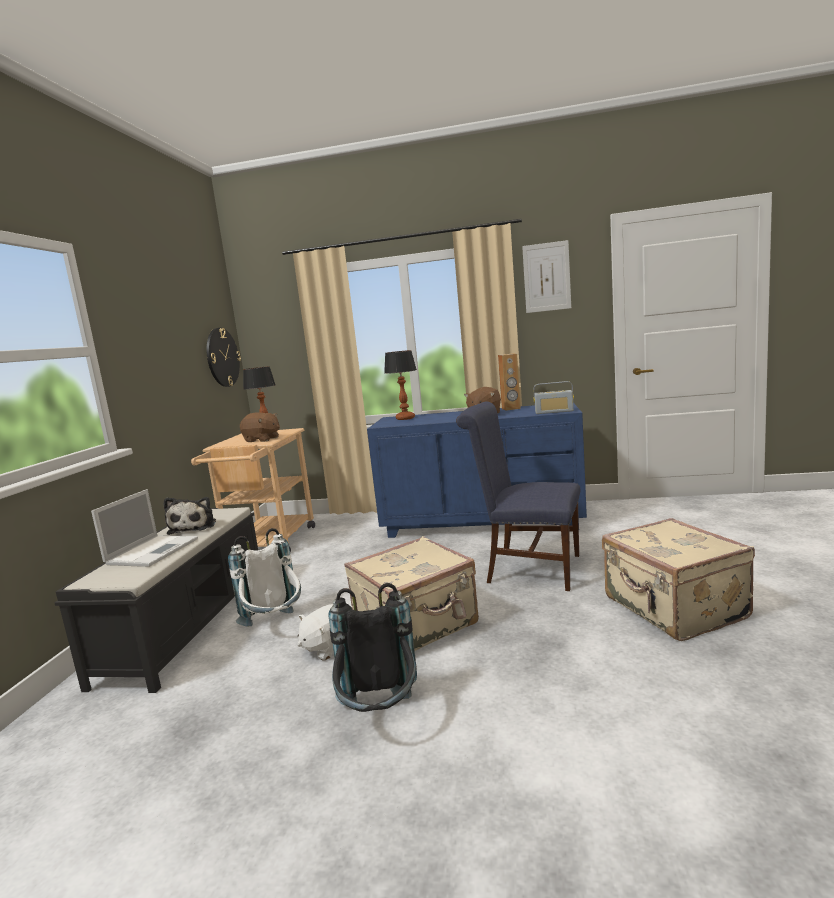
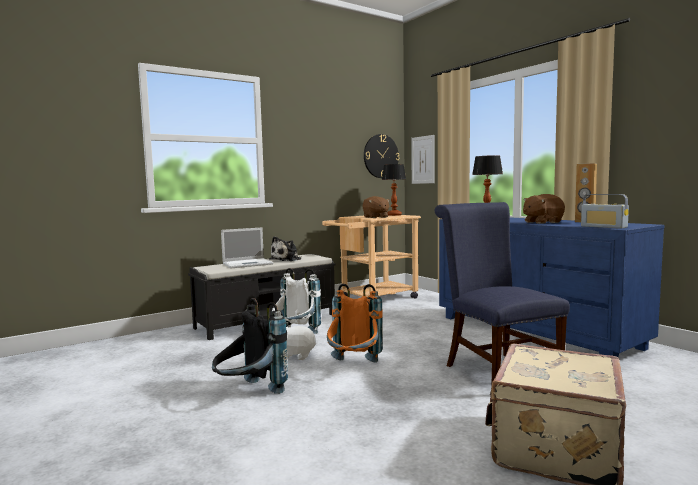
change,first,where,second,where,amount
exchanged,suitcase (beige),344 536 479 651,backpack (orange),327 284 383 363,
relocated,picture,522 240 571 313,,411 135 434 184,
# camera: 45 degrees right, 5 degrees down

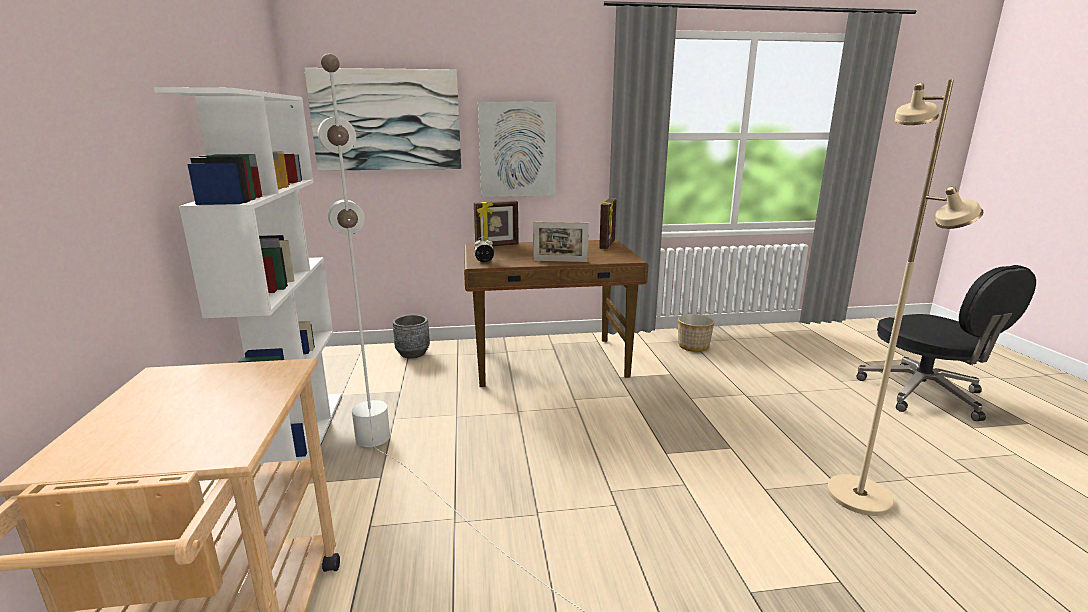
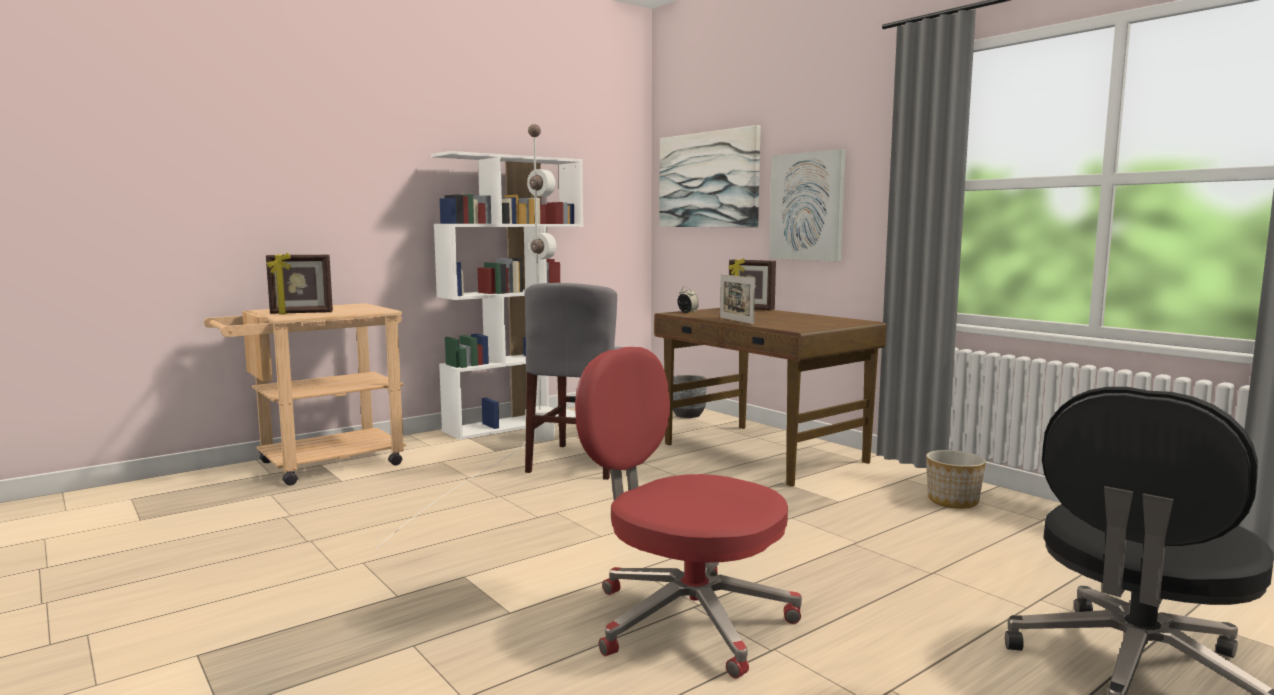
change,first,where,second,where,amount
relocated,picture frame,599 199 616 249,,266 253 333 314,
appeared,,,chair (grey),525 283 624 480,
exchanged,floor lamp (beige),827 79 983 516,office chair (red),575 347 802 679,
# camera: 60 degrees right, 10 degrees down

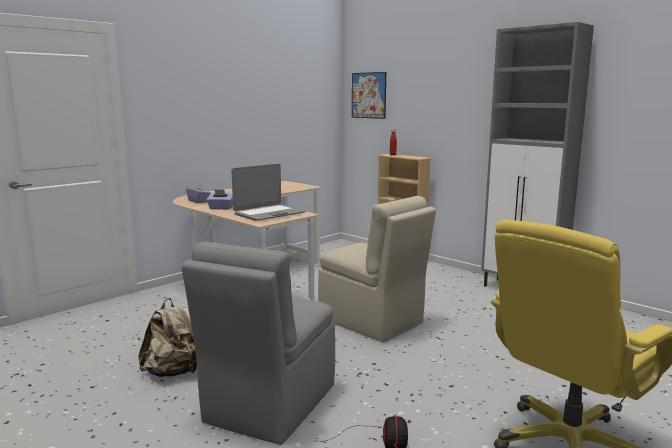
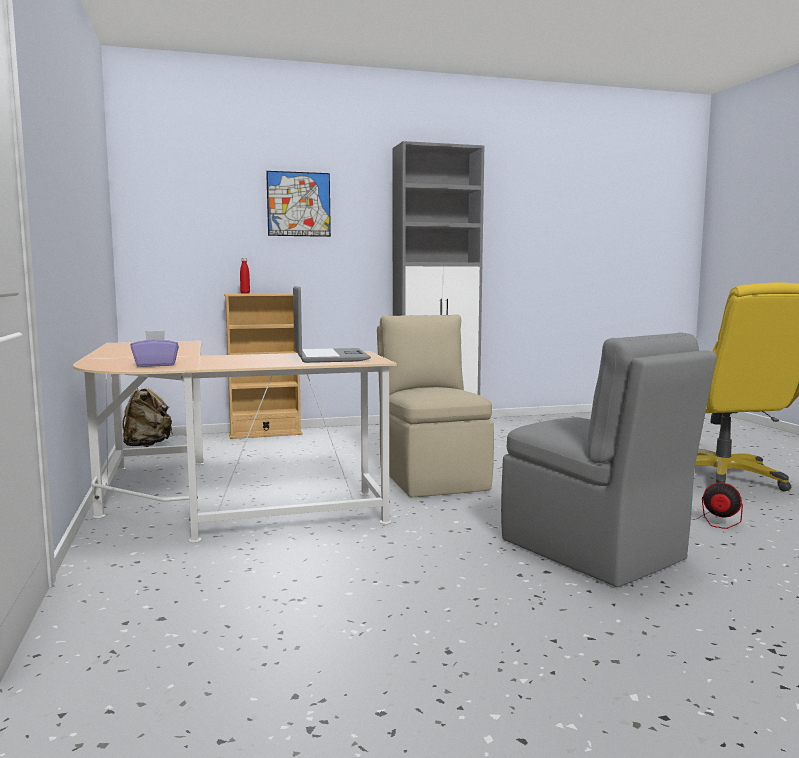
change,first,where,second,where,amount
relocated,backpack (beige),138 298 197 377,,122 388 173 447,
relocated,picture,352 72 386 119,,266 171 331 237,
spun,chair (beige),318 196 436 342,,377 315 494 497,90 degrees counterclockwise
missing,tissue box (purple),206 189 233 209,,,
# camera: 60 degrees left, 5 degrees down

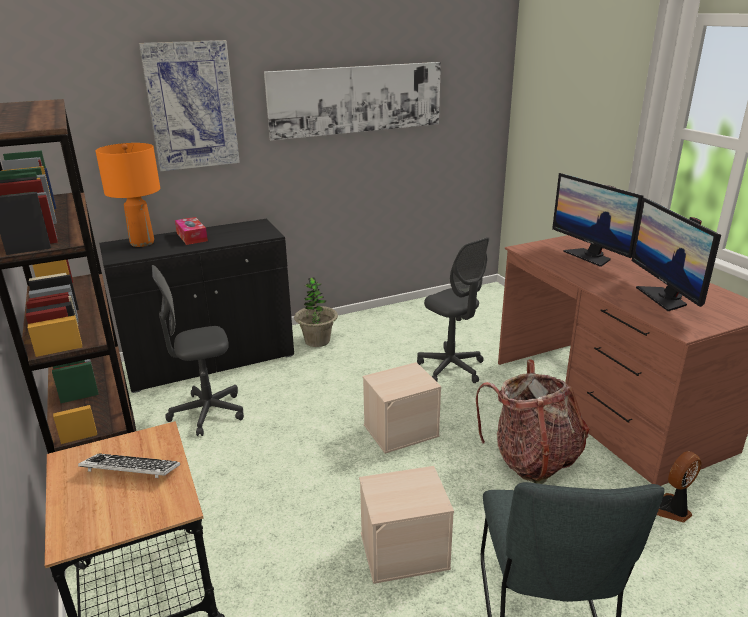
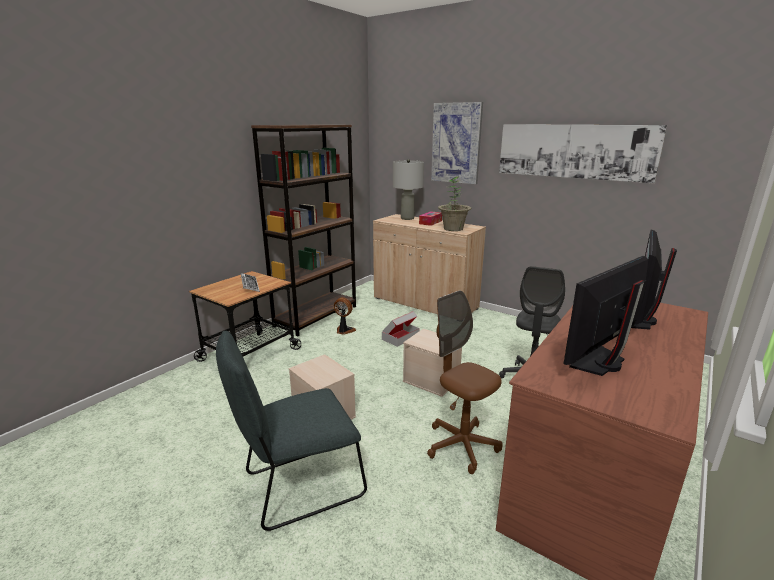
change,first,where,second,where,amount
relocated,fan,657 451 701 522,,334 297 356 335,
colour,cabinet (black),99 219 294 393,cabinet (beige),373 214 486 314,
appeared,,,cardboard box,382 311 420 347,
colour,table lamp (orange),96 143 160 247,table lamp (grey),393 159 424 220,
exchanged,backpack,476 359 590 484,office chair (brown),427 290 503 474,
relocated,potted plant,294 277 338 347,,438 176 471 231,
missing,office chair (grey),152 265 244 436,,,
# camera: 60 degrees right, 5 degrees down

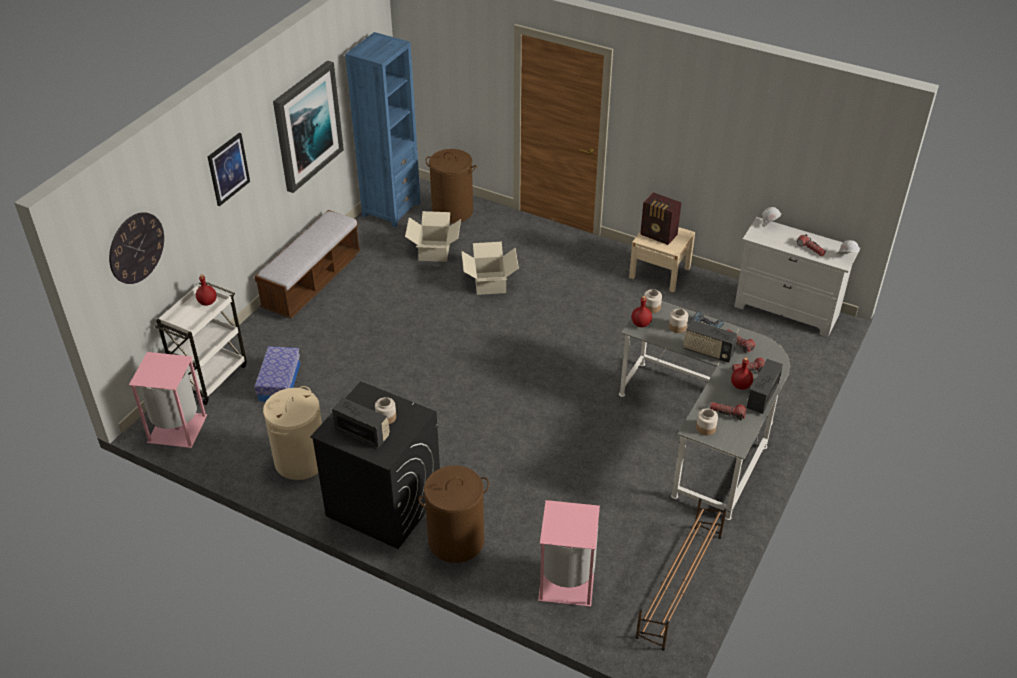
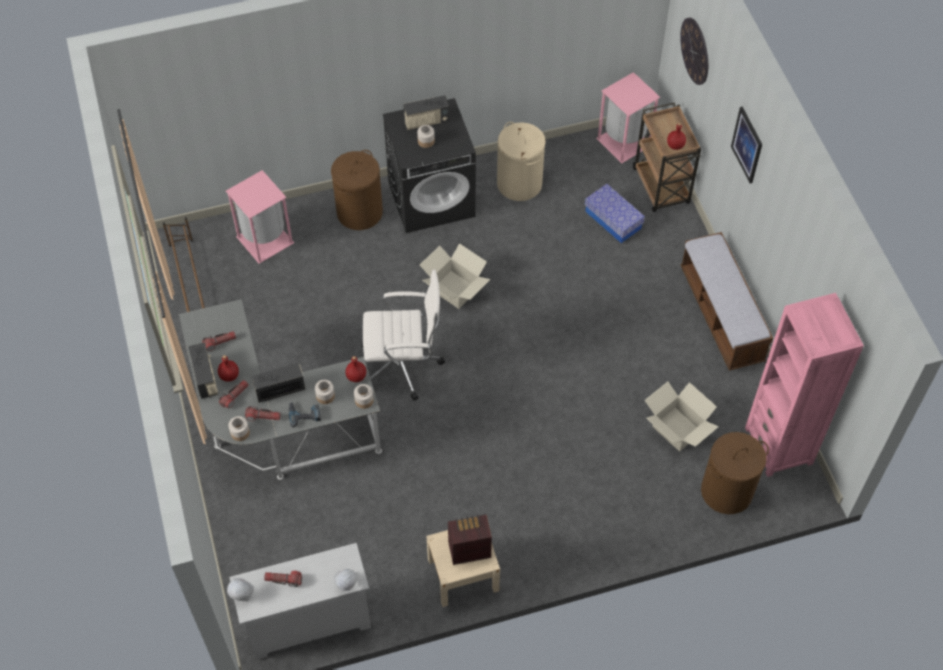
change,first,where,second,where,amount
relocated,jar,696 409 718 435,,228 416 250 441,
appeared,,,office chair (white),362 269 445 401,
relocated,cardboard box,461 242 519 295,,420 243 490 309,
colour,cart (white),155 282 247 405,cart (brown),633 102 701 212,
colour,bookcase (blue),345 32 421 227,bookcase (pink),745 293 864 477,
missing,picture,273 60 344 193,,,
# camera: 135 degrees right, 15 degrees up

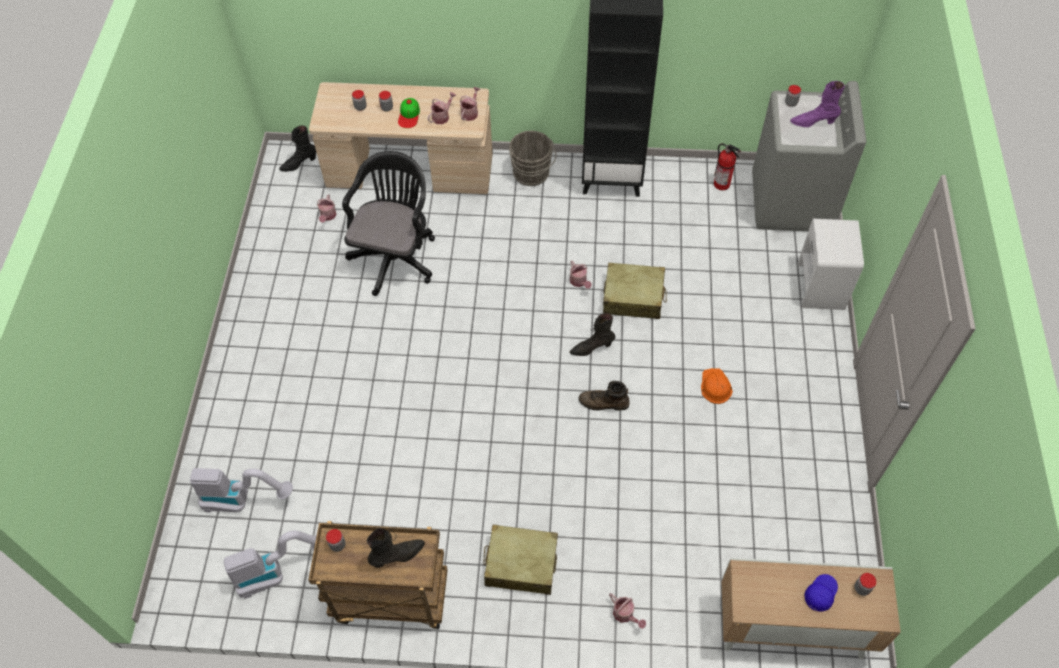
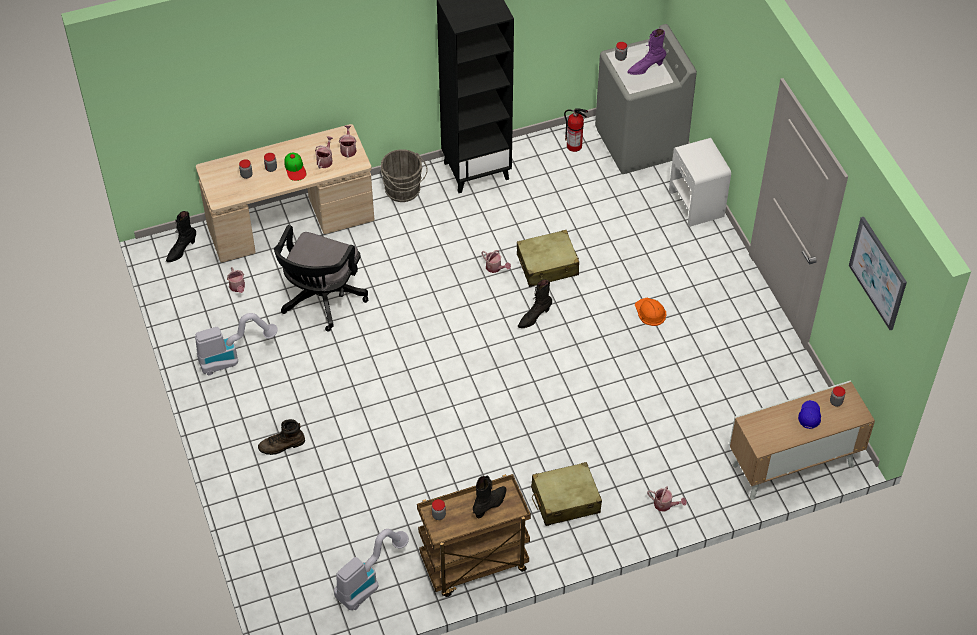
change,first,where,second,where,amount
relocated,vacuum cleaner,190 468 293 513,,195 313 278 375,
relocated,boot (brown),579 381 630 411,,258 419 305 455,
spun,office chair (black),342 151 435 296,,274 225 368 332,150 degrees counterclockwise
appeared,,,picture,849 217 907 330,
# camera: 25 degrees left, 5 degrees down

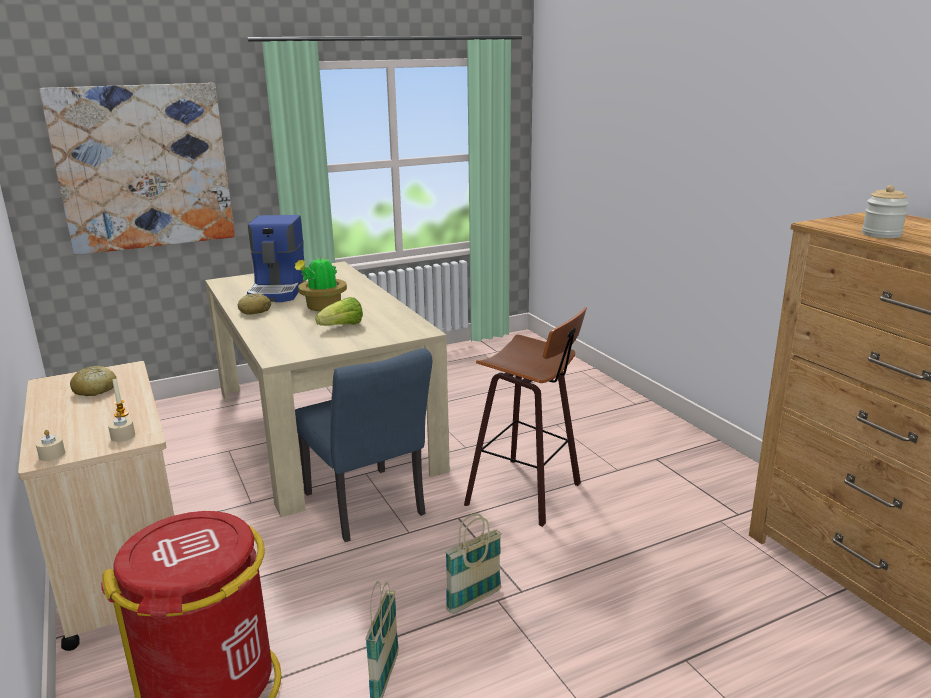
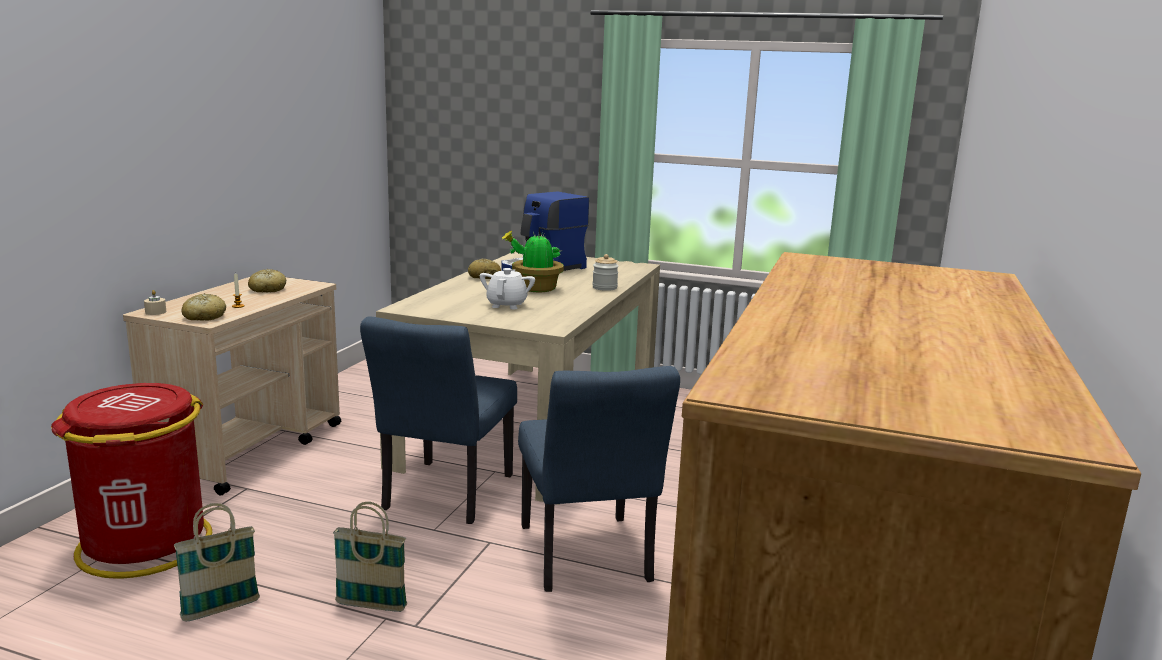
change,first,where,second,where,amount
exchanged,candle (beige),108 412 135 442,bread,182 293 226 321,
exchanged,lettuce,315 297 363 326,teapot (white),480 268 535 309,
exchanged,stool,464 307 587 527,chair (blue),518 366 680 592,
relocated,jar,862 185 909 238,,592 254 619 291,
missing,picture,39 83 235 255,,,
# camera: 45 degrees right, 5 degrees down

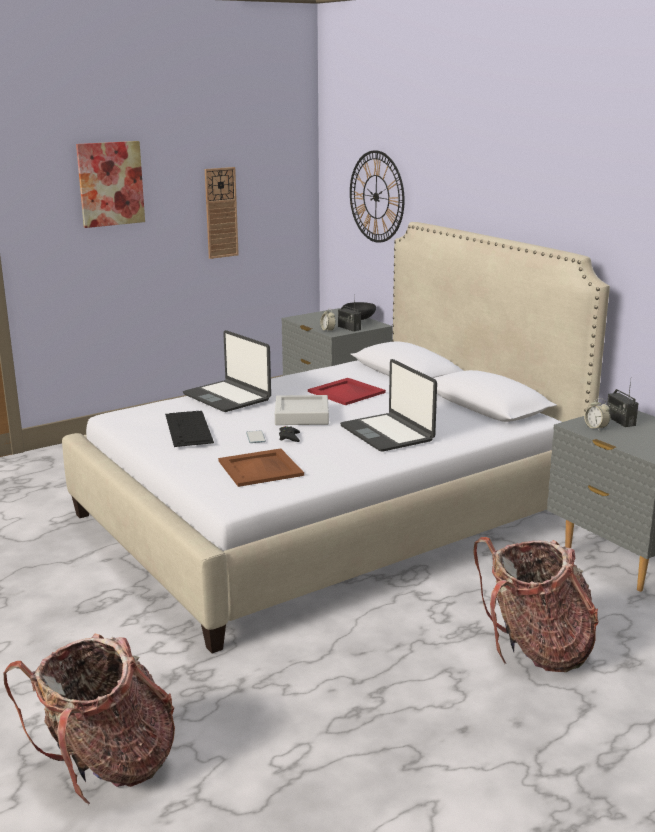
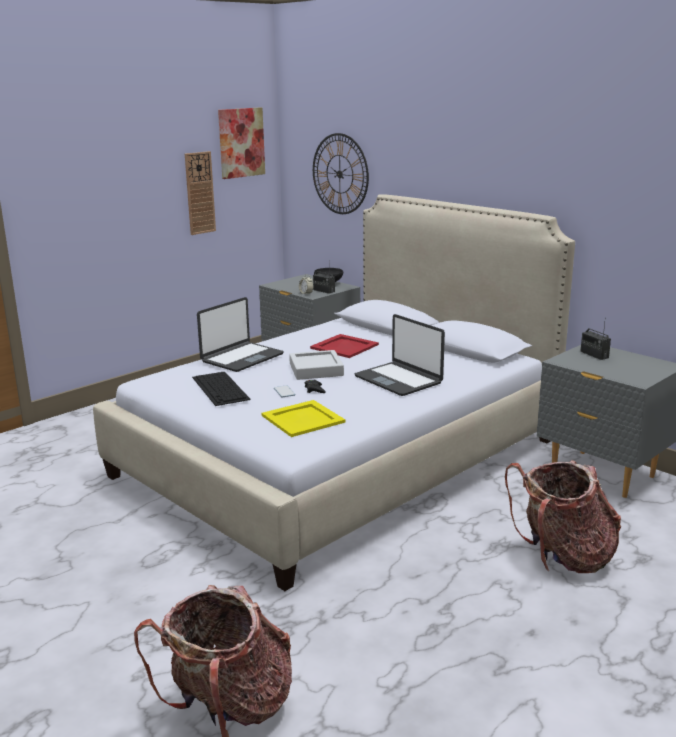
change,first,where,second,where,amount
spun,laptop,183 330 271 412,,197 297 284 372,90 degrees counterclockwise
relocated,picture,76 141 145 228,,218 107 265 179,
colour,tray (brown),218 448 304 487,tray (yellow),262 400 345 437,
missing,alarm clock,584 398 610 431,,,
# camera: 10 degrees left, 0 degrees up

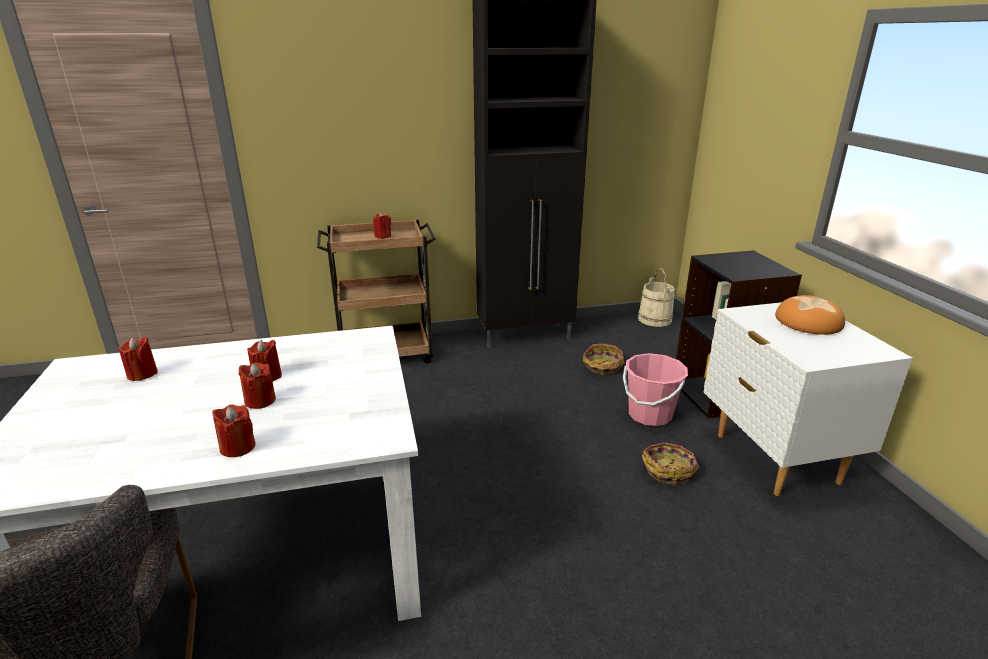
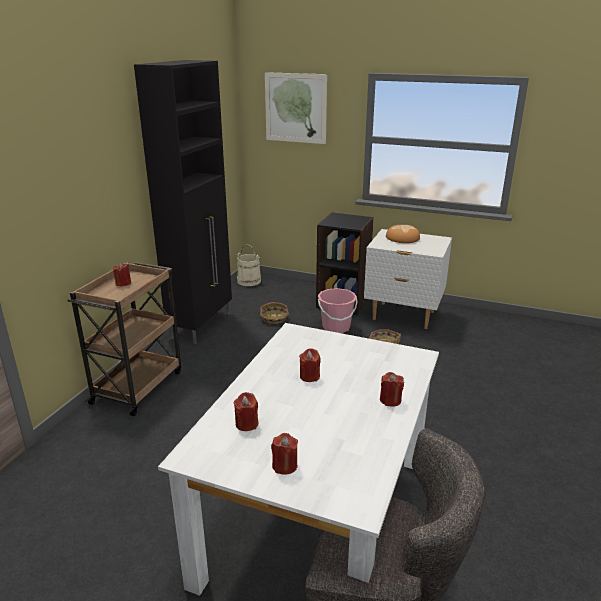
change,first,where,second,where,amount
appeared,,,picture,265 72 327 144,
relocated,candle (red),239 362 276 409,,271 433 298 475,
# camera: 55 degrees left, 0 degrees up

